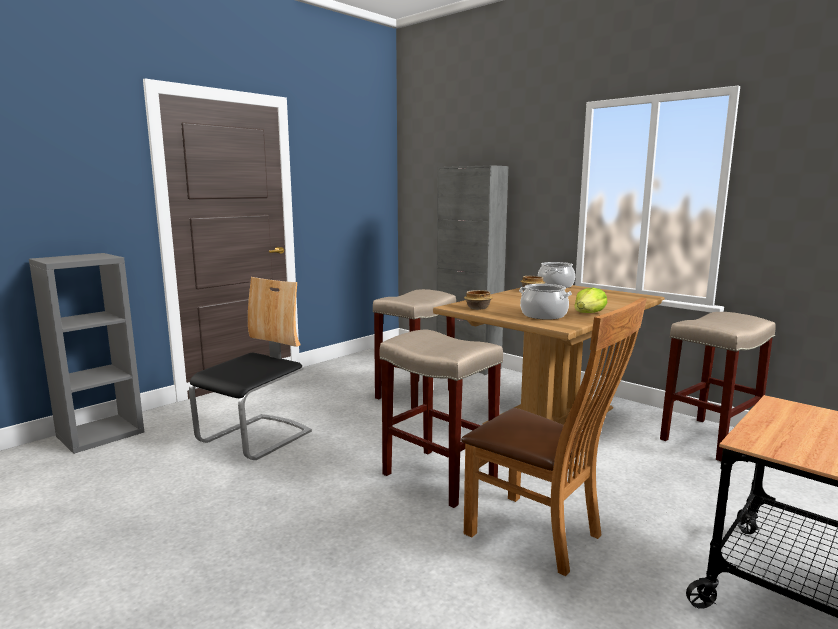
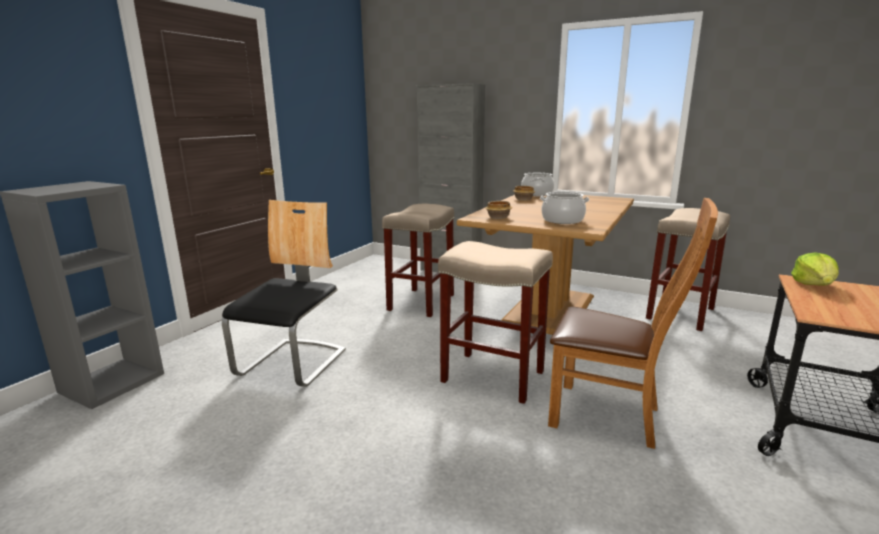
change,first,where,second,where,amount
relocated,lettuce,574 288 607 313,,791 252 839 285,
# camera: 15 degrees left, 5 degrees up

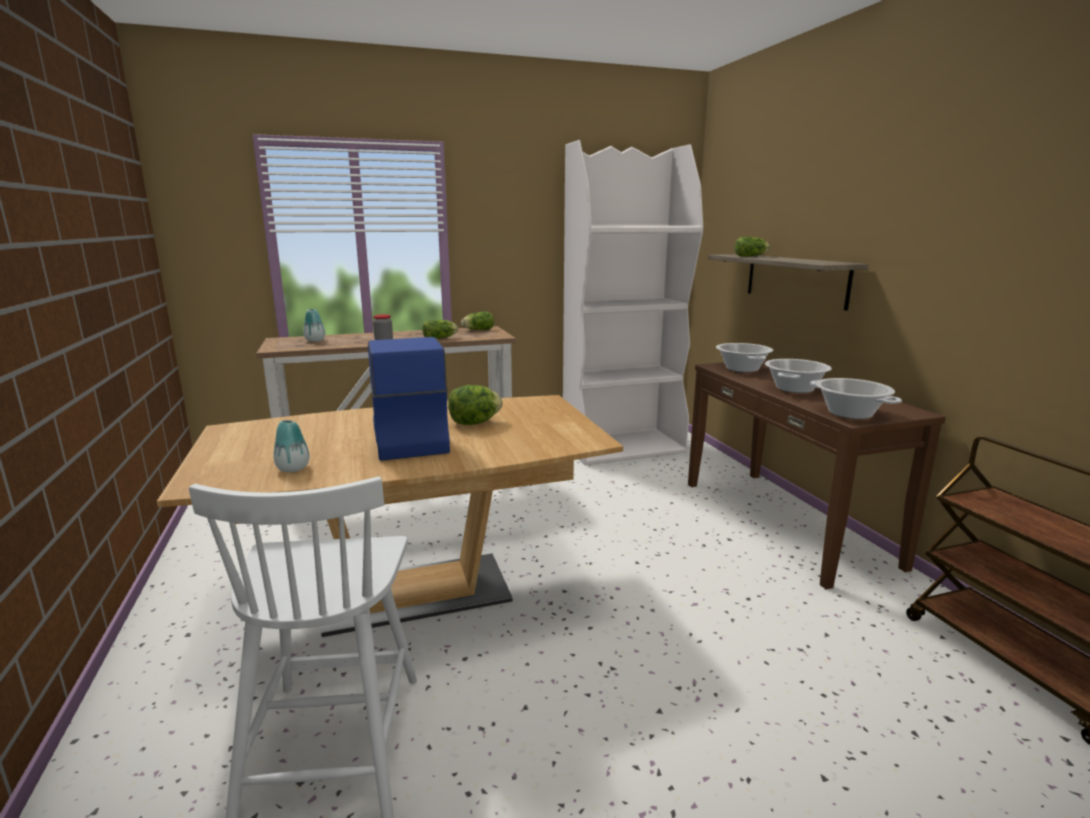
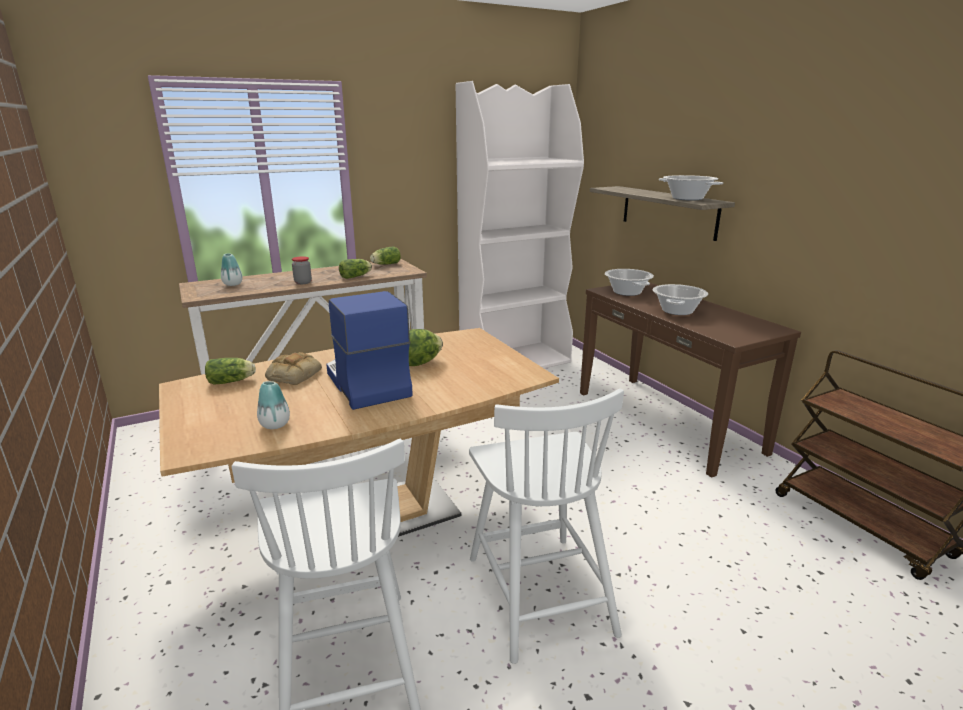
change,first,where,second,where,amount
relocated,lettuce,735 237 770 256,,205 358 256 384,
appeared,,,bread,265 352 322 385,
appeared,,,chair (white),469 388 624 664,
relocated,cooking pot,810 378 902 419,,659 175 723 201,
# camera: 10 degrees left, 5 degrees up

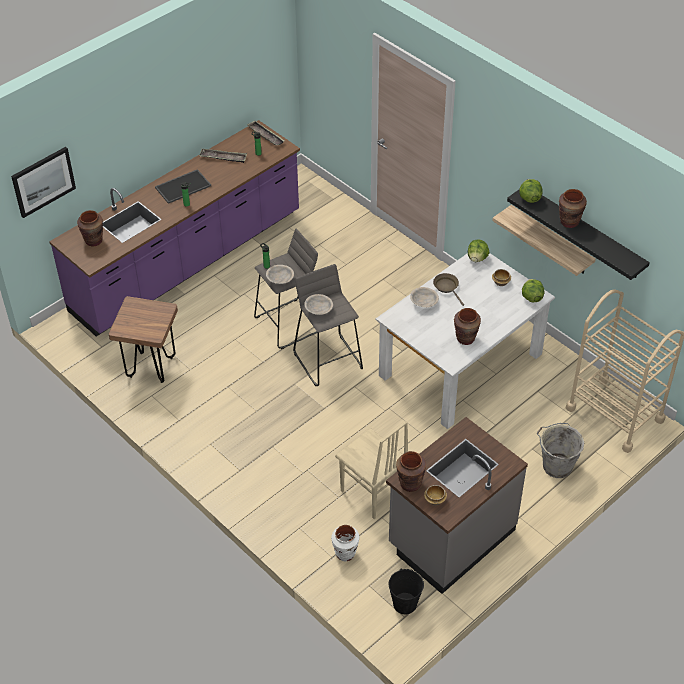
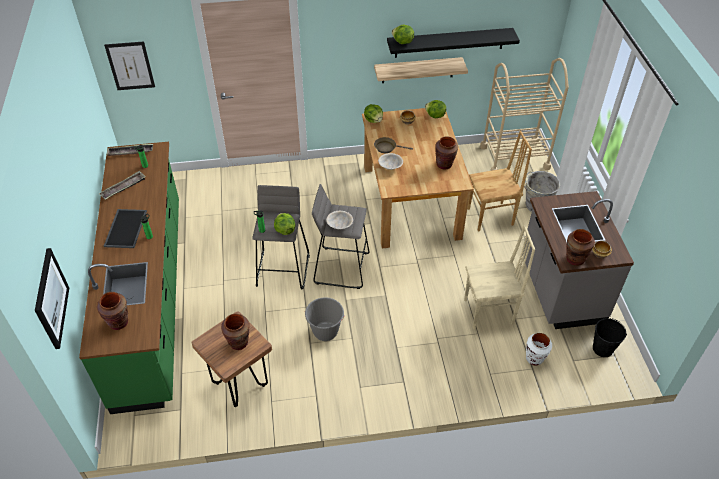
change,first,where,second,where,amount
colour,counter (purple),49 120 300 337,counter (green),79 142 179 414,
appeared,,,picture,104 41 155 90,
relocated,vase (brown),559 189 587 228,,221 314 249 350,
exchanged,bowl (beige),266 265 294 284,lettuce,274 213 296 235,
appeared,,,bucket (grey),305 297 345 341,
colour,dining table (white),376 253 555 429,dining table (brown),362 108 474 248,
appeared,,,chair (brown),467 131 532 232,
# camera: 55 degrees left, 0 degrees up

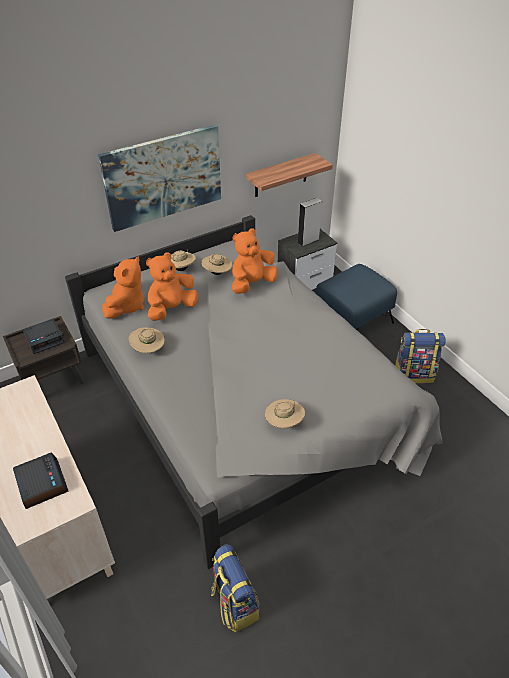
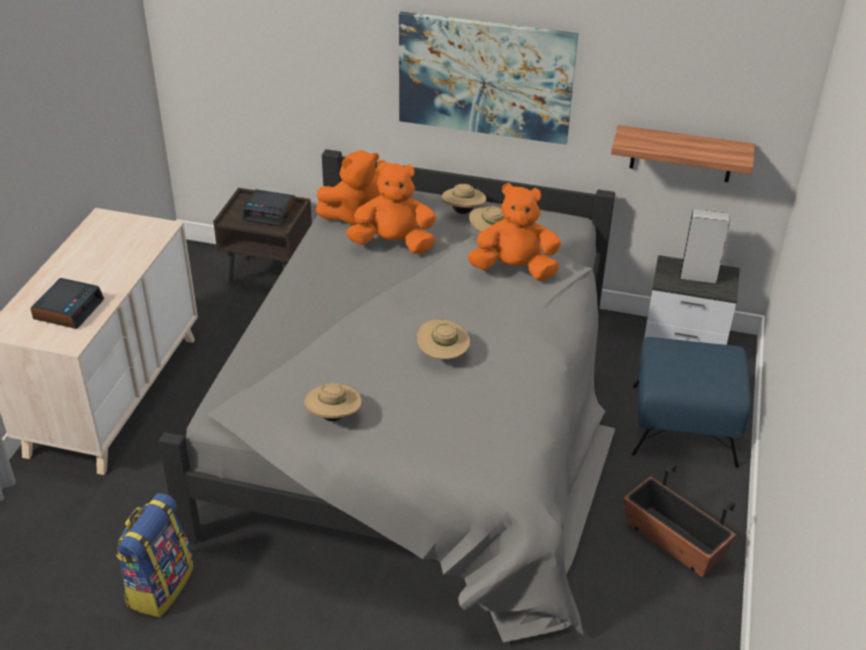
change,first,where,second,where,amount
relocated,hat (beige),129 327 165 353,,417 319 470 359,
exchanged,backpack,395 329 446 384,planter,623 463 736 577,
# camera: 45 degrees right, 5 degrees down

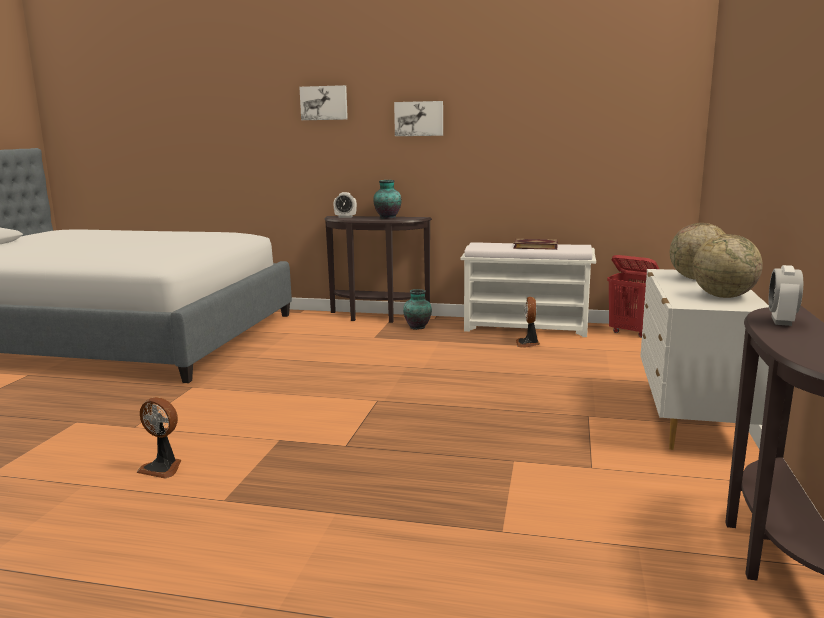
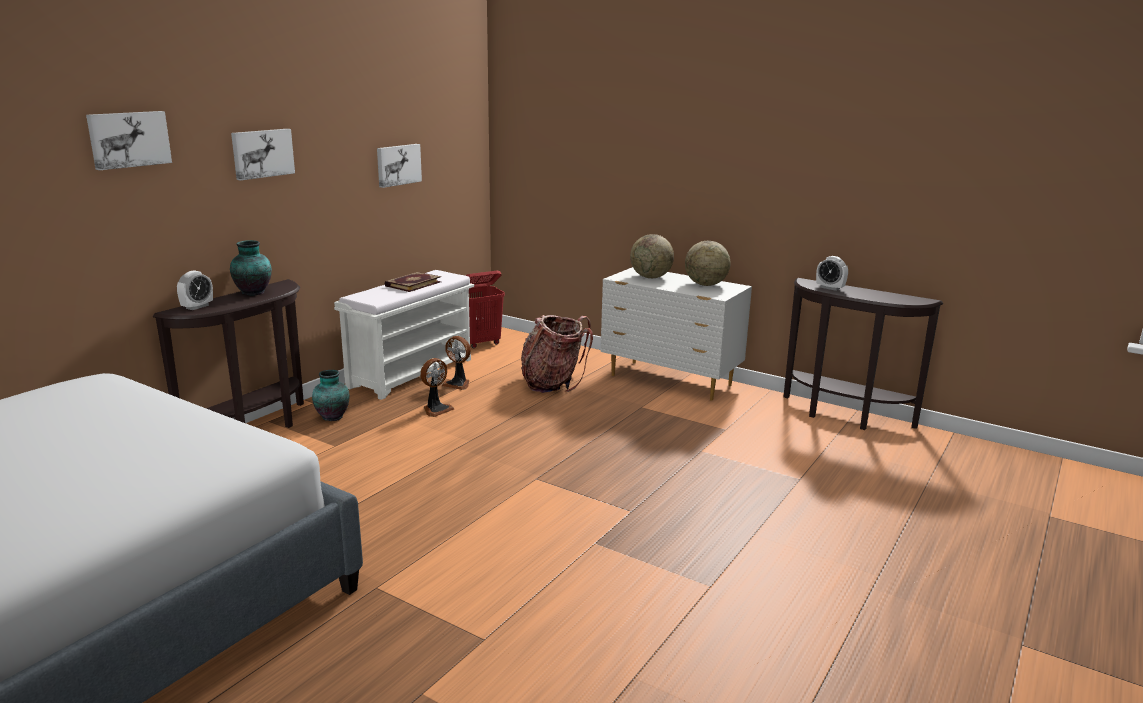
change,first,where,second,where,amount
appeared,,,picture,377 144 422 188,
relocated,fan,137 397 181 479,,420 358 454 417,
appeared,,,backpack,521 315 593 393,
# camera: 70 degrees left, 5 degrees up

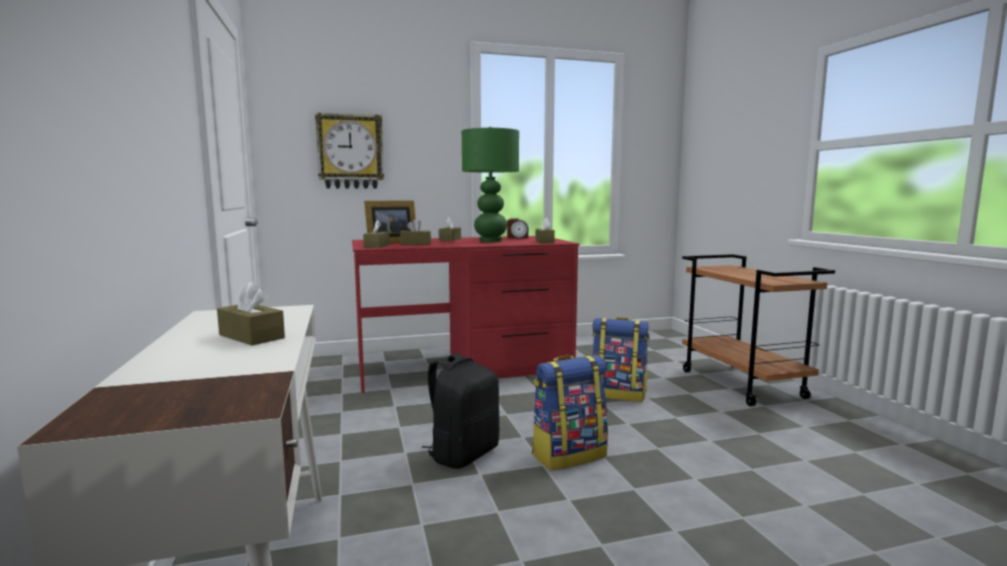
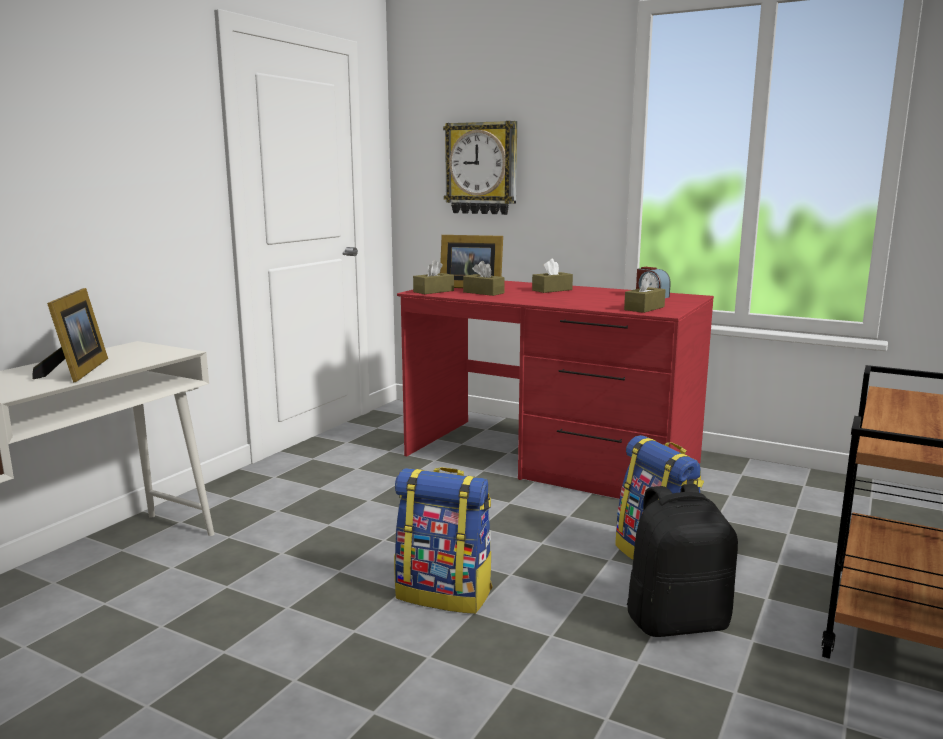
change,first,where,second,where,amount
exchanged,tissue box (brown),217 282 285 346,picture frame,32 288 108 383,
relocated,backpack (black),422 353 499 469,,627 484 738 637,
missing,table lamp (green),462 127 519 242,,,
# camera: 45 degrees right, 5 degrees up

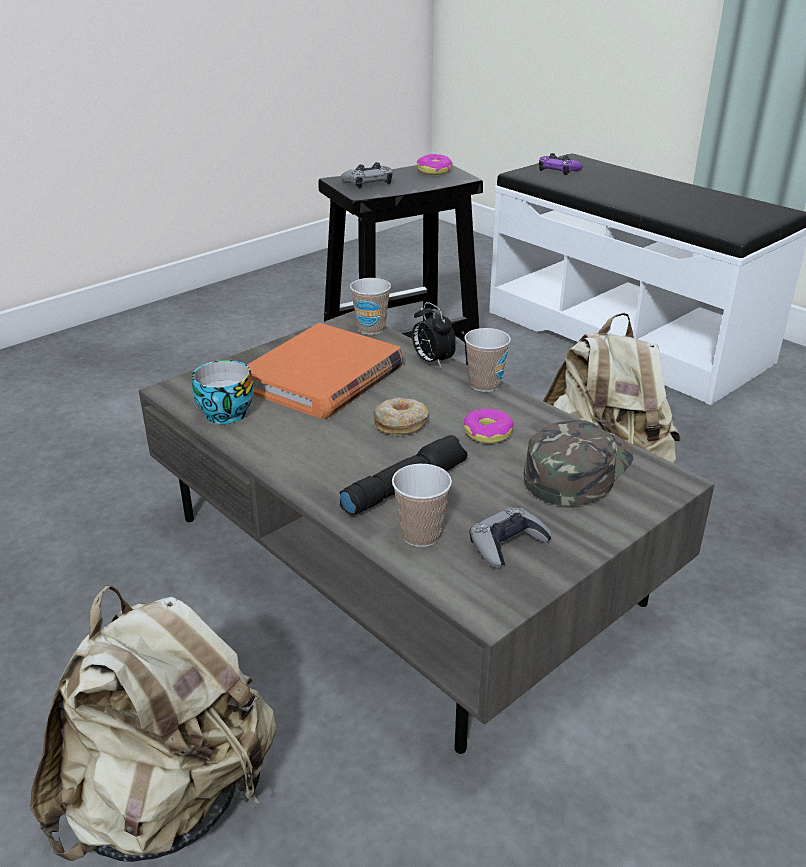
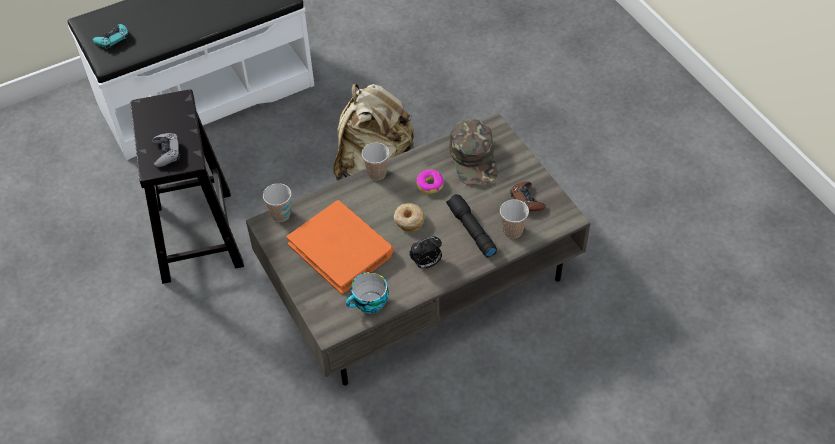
change,first,where,second,where,amount
colour,game controller (purple),539 153 583 175,game controller (turquoise),93 24 129 50,
relocated,alarm clock,412 302 456 368,,409 236 442 269,
spun,cap (green),524 420 634 506,,449 119 498 185,150 degrees counterclockwise
colour,game controller (grey),470 507 551 569,game controller (brown),510 181 546 211,
missing,backpack (beige),30 586 276 862,,,
missing,donut,417 154 453 175,,,
# camera: 75 degrees left, 20 degrees up

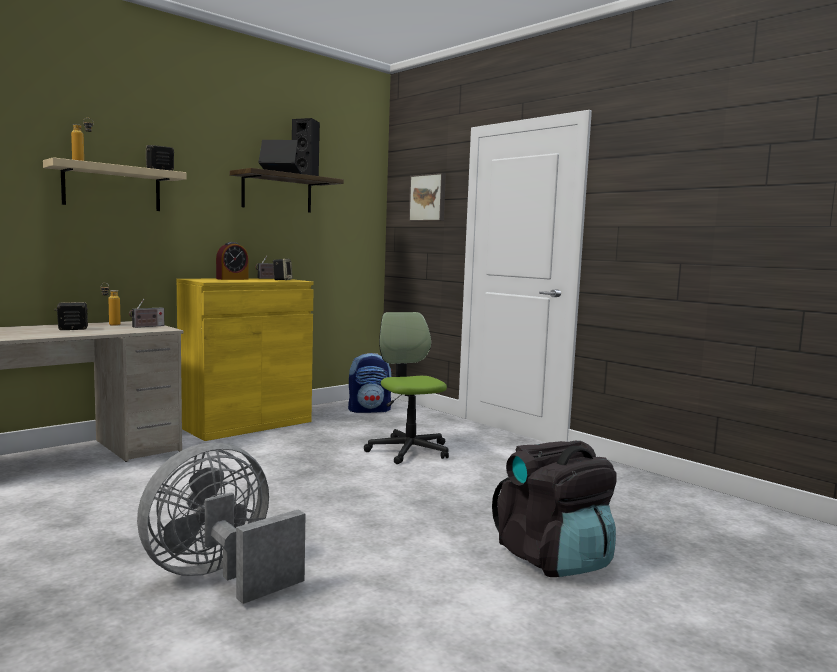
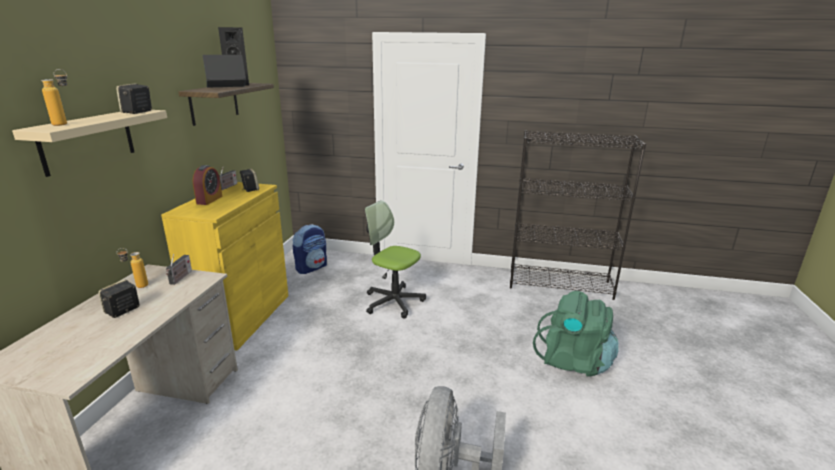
change,first,where,second,where,amount
appeared,,,bookcase (black),510 131 646 300,
colour,backpack (black),492 441 617 577,backpack (green),533 291 619 377,
missing,picture,409 173 446 221,,,
# camera: 35 degrees left, 15 degrees up

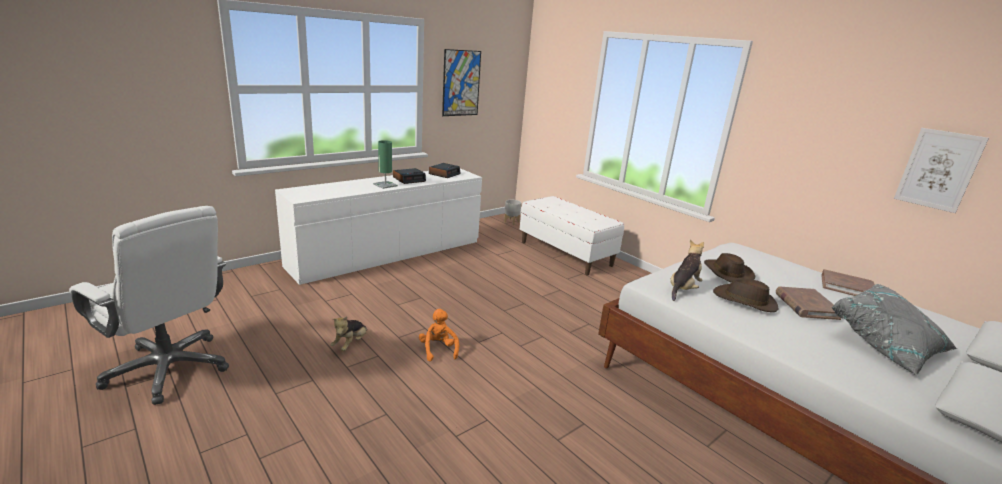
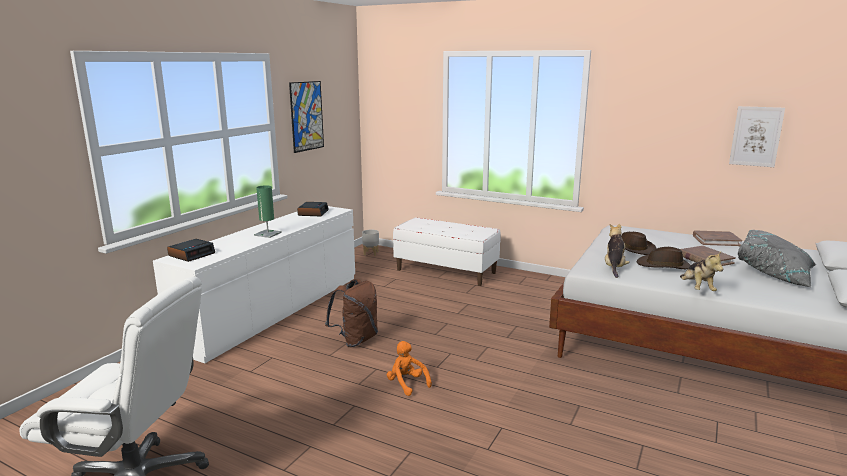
change,first,where,second,where,amount
relocated,alarm clock,393 168 426 184,,167 239 215 262,
appeared,,,backpack (brown),325 279 378 347,
relocated,plush toy,331 316 367 351,,680 252 723 291,
# camera: 20 degrees left, 5 degrees down

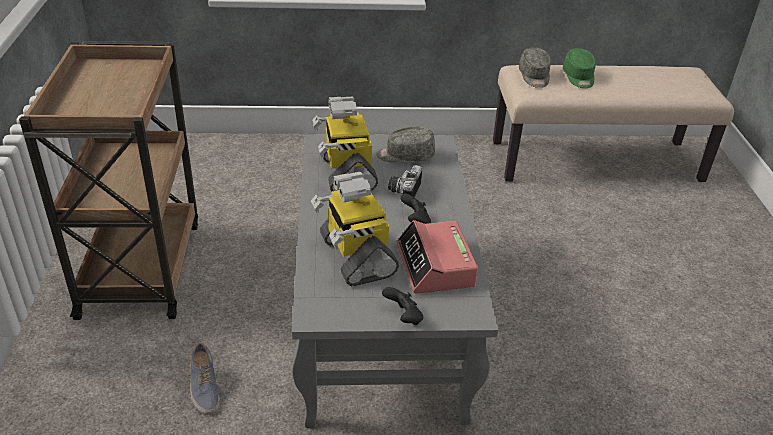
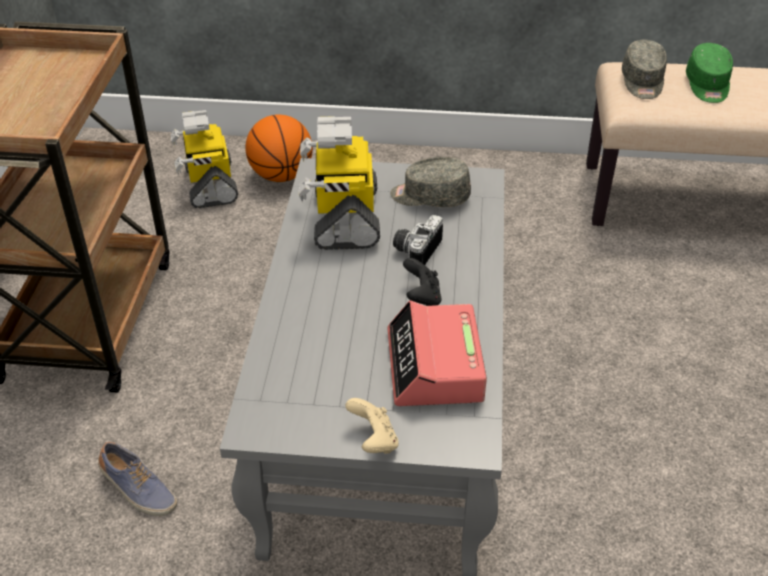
change,first,where,second,where,amount
spun,shoe,190 343 220 415,,98 442 177 516,45 degrees counterclockwise
relocated,toy robot,311 172 399 286,,171 110 238 208,
appeared,,,basketball,245 115 313 182,
colour,game controller (black),382 287 423 325,game controller (beige),345 398 399 454,
# camera: 10 degrees right, 5 degrees up

